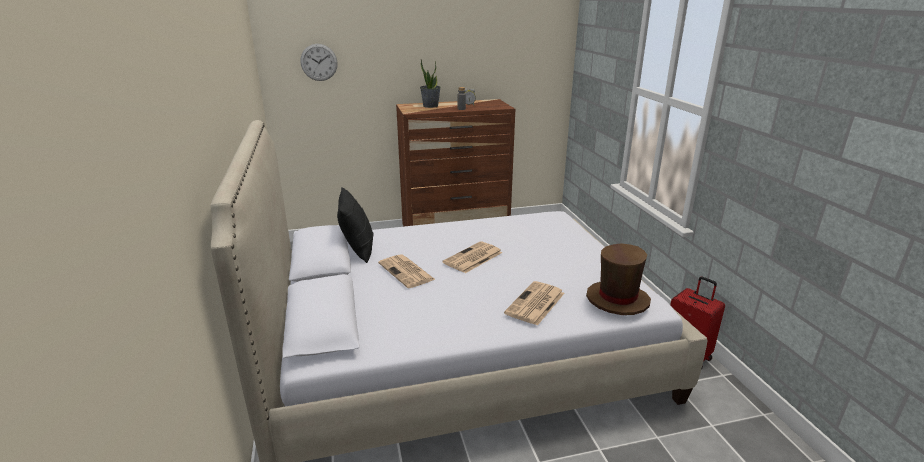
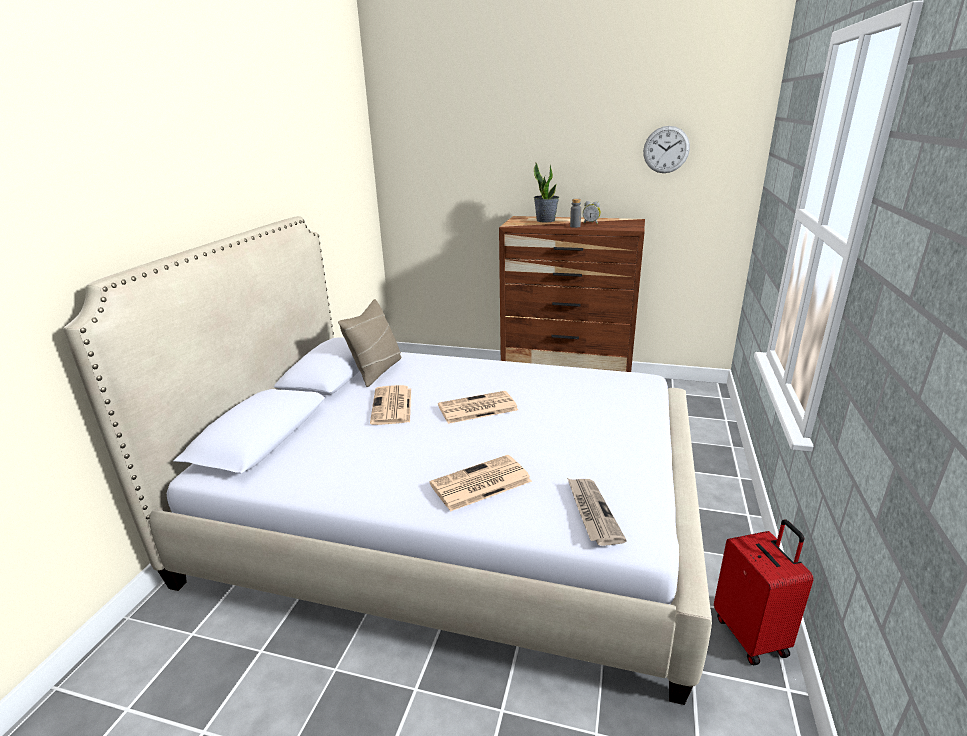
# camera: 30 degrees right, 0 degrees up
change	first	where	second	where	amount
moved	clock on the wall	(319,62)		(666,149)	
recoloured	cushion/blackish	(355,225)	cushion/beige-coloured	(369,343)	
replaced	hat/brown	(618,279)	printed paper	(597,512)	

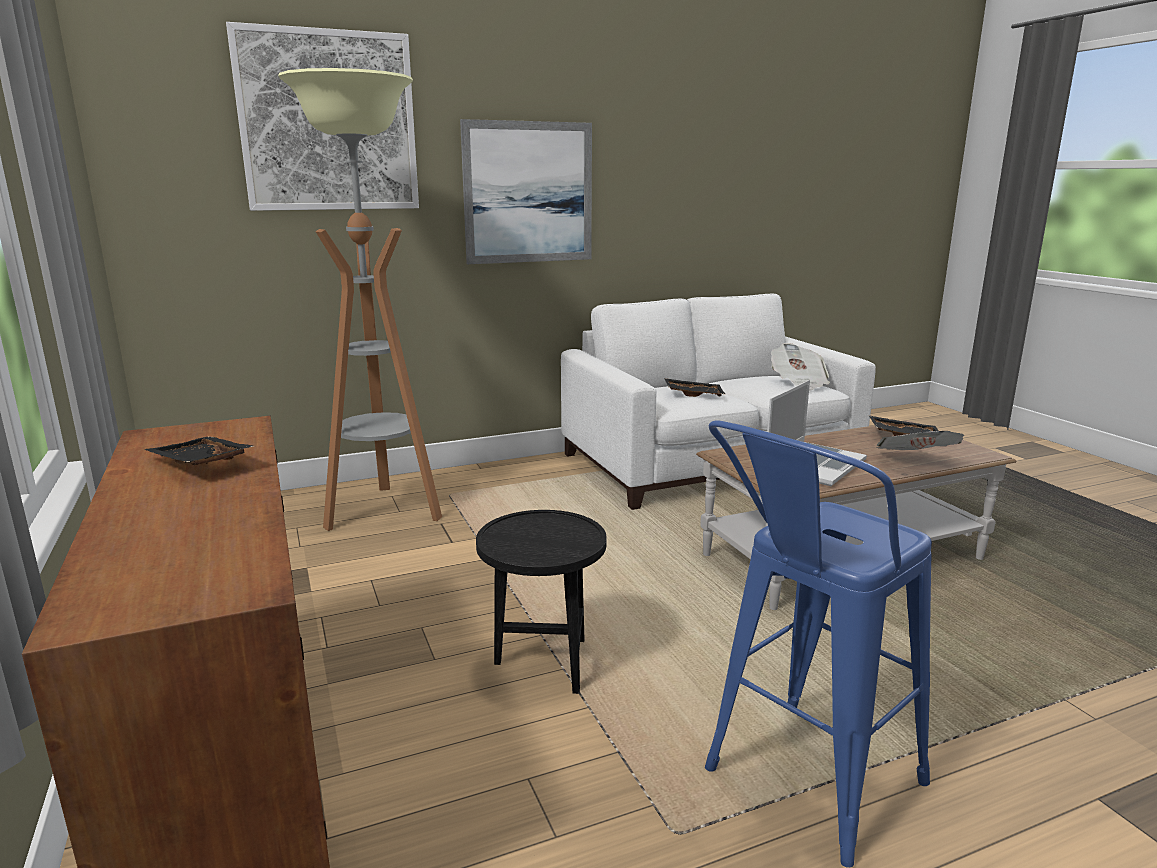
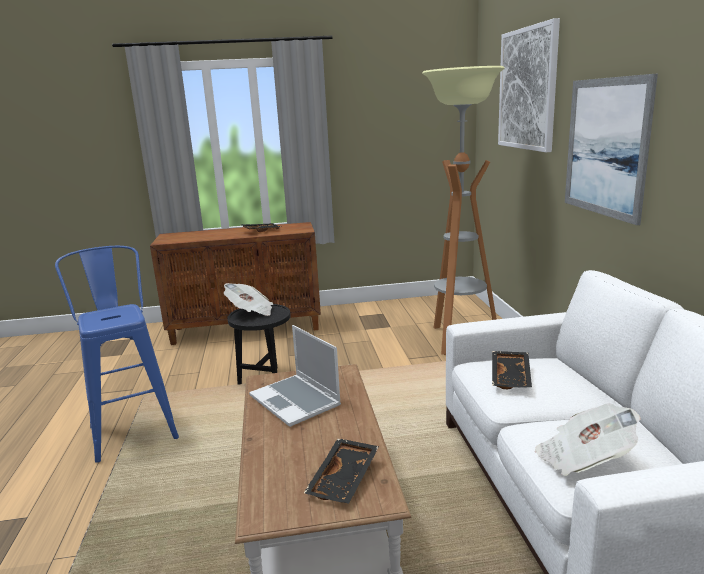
# camera: 105 degrees right, 0 degrees up
change	first	where	second	where	amount
moved	printed paper	(920,440)		(248,299)	

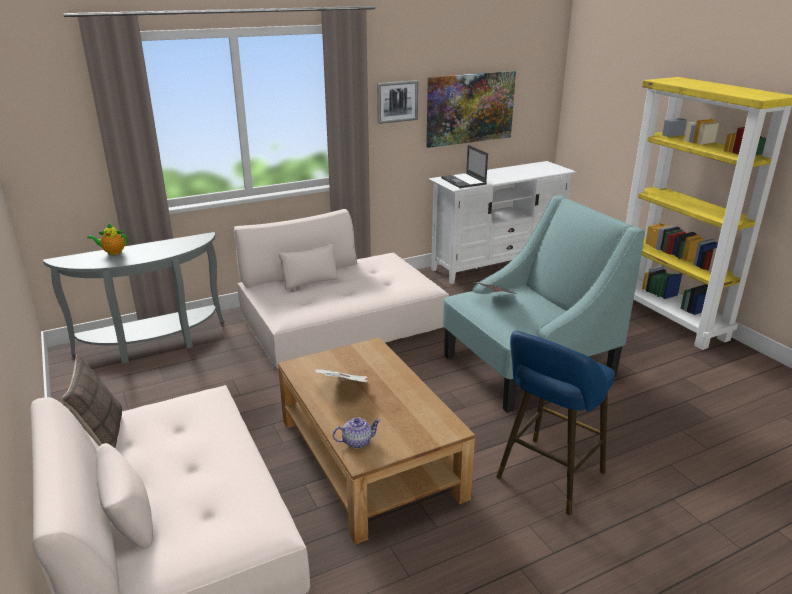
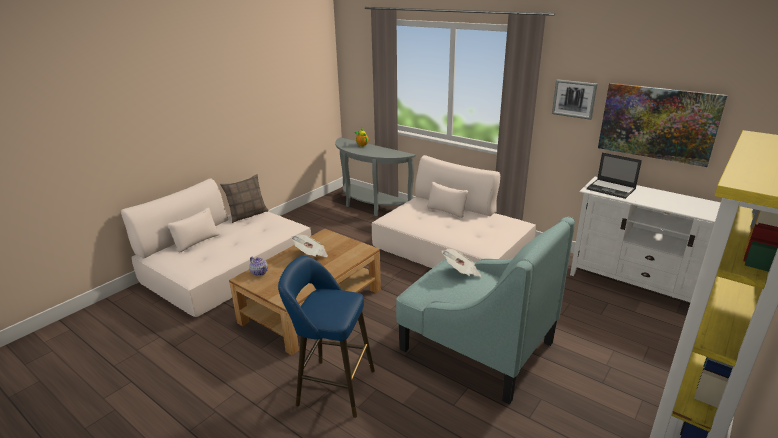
# camera: 65 degrees right, 0 degrees up
change	first	where	second	where	amount
turned	notebook computer	(464,166)		(614,175)	90 degrees counterclockwise

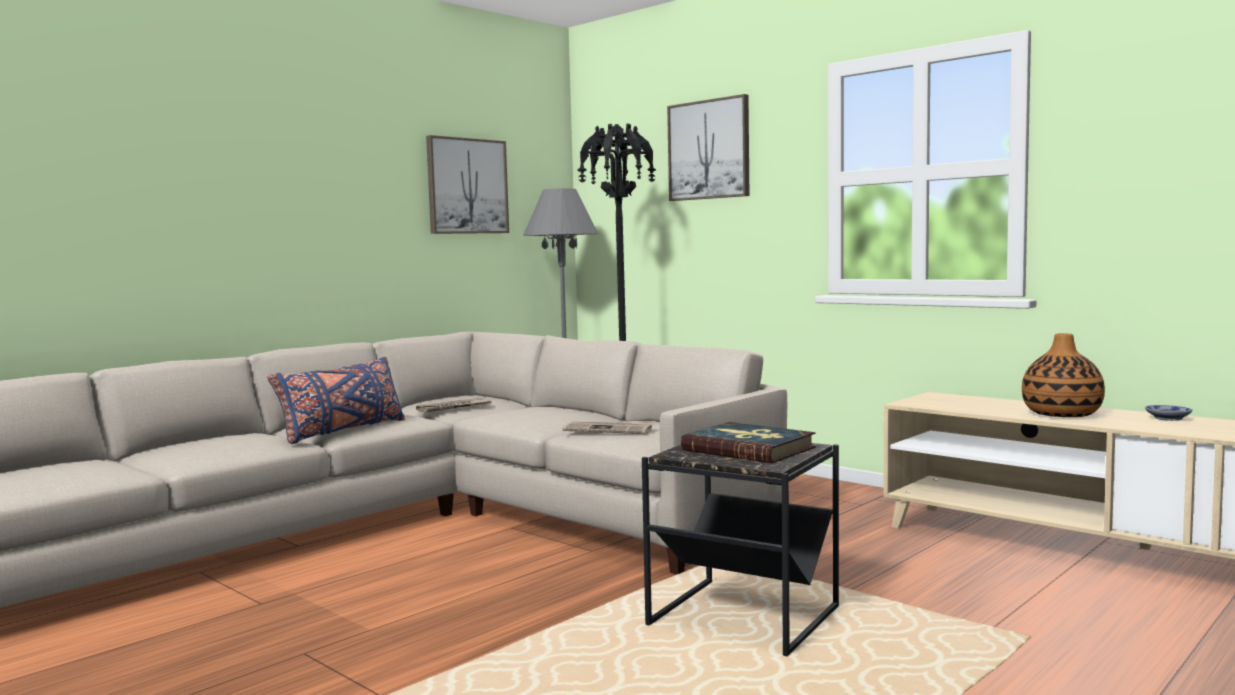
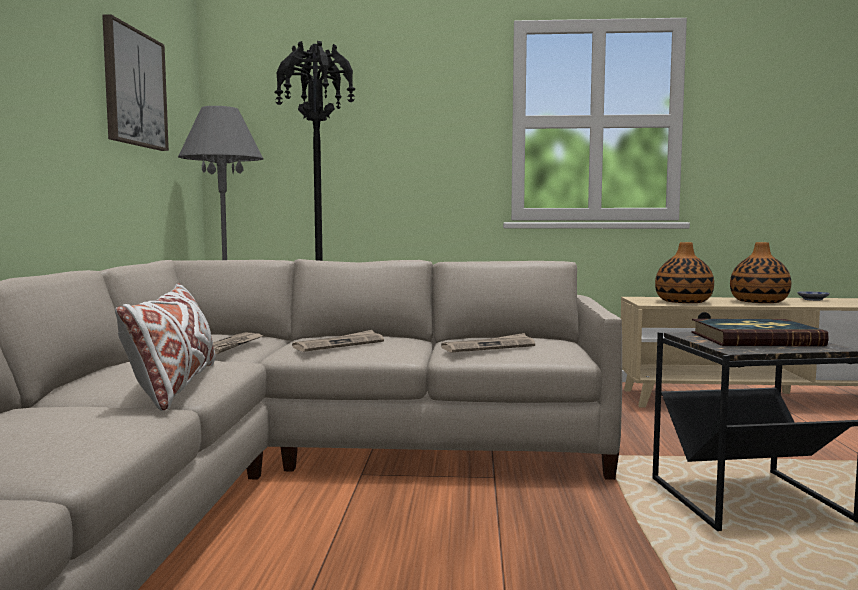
# camera: 40 degrees left, 0 degrees up
change	first	where	second	where	amount
recoloured	cushion/bluish	(336,400)	cushion/white-coloured	(165,347)	
removed	picture	(708,147)			
added			printed paper	(338,341)	
added			vase	(684,272)	

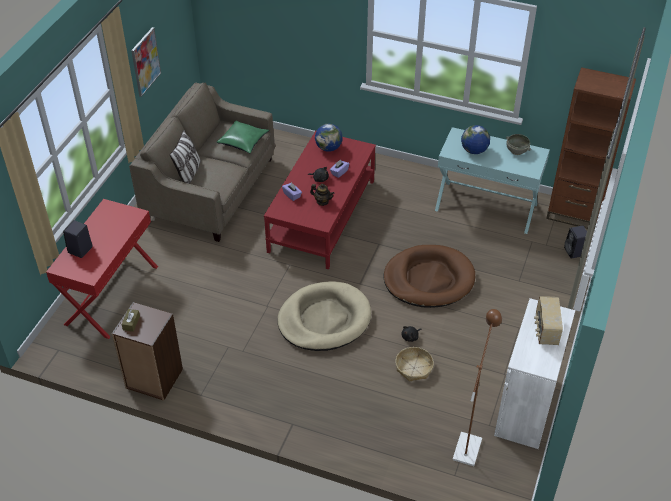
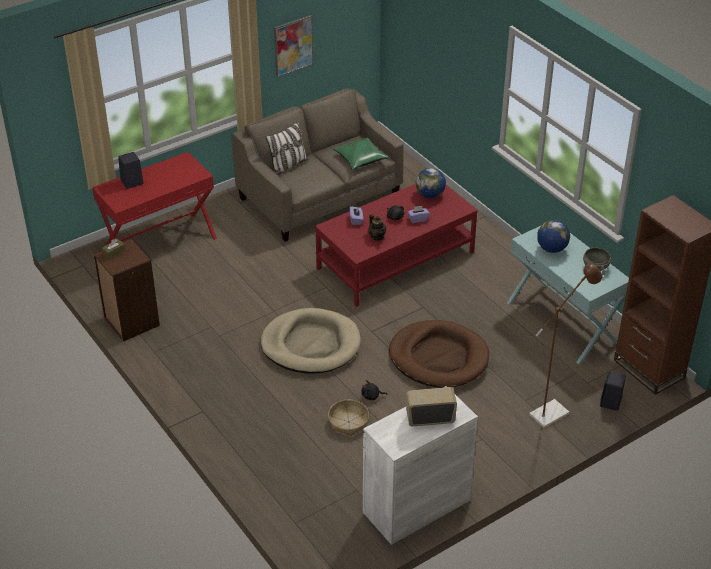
# camera: 35 degrees right, 5 degrees down
change	first	where	second	where	amount
moved	standard lamp/brown	(477,387)		(566,346)	
turned	radio	(548,320)		(431,406)	45 degrees clockwise

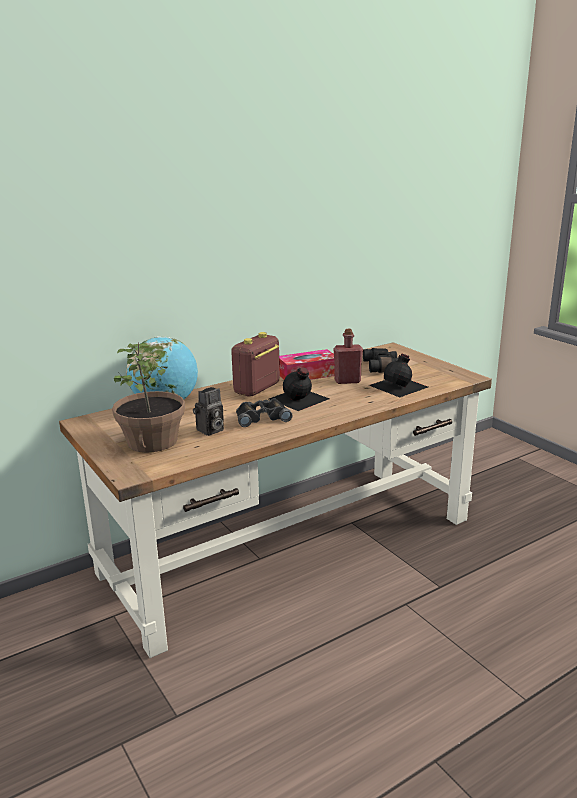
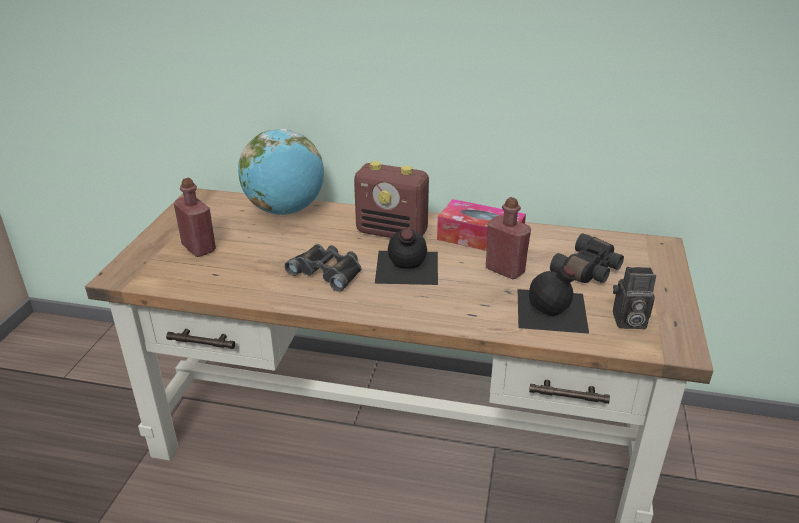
# camera: 45 degrees right, 10 degrees up
change	first	where	second	where	amount
replaced	houseplant	(148,397)	bottle/red-coloured	(195,217)	
moved	photo camera	(208,411)		(634,298)	
turned	radio	(255,364)		(391,199)	150 degrees counterclockwise

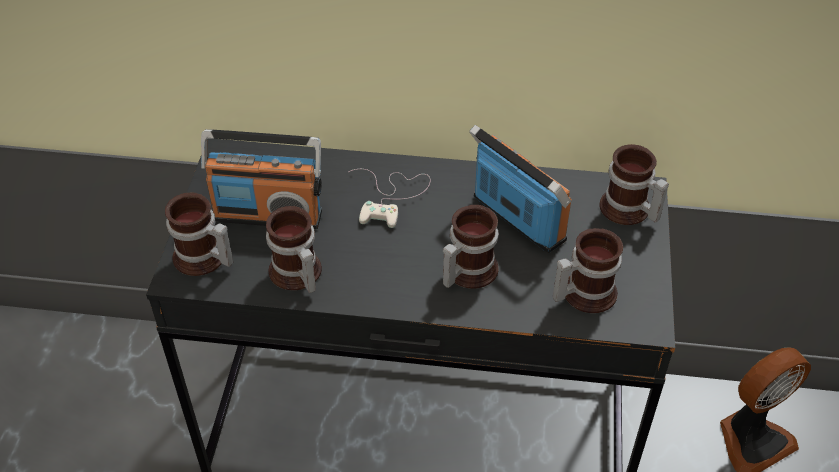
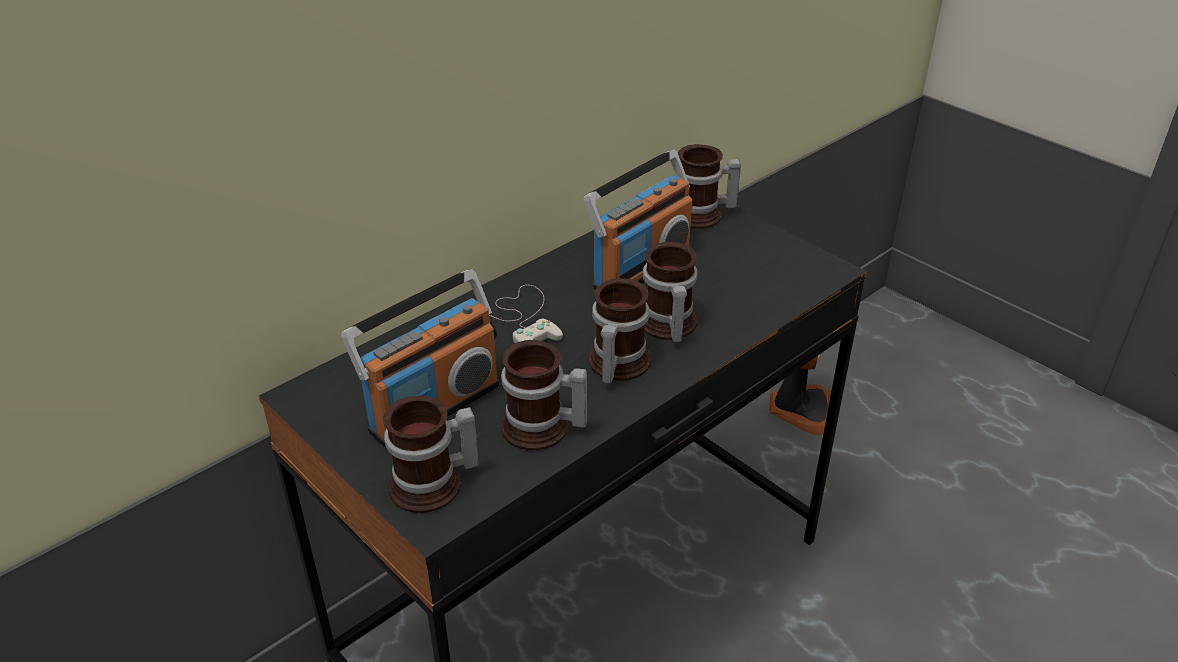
# camera: 50 degrees left, 10 degrees down
change	first	where	second	where	amount
turned	radio	(520,189)		(638,219)	135 degrees clockwise
moved	tea mug	(588,270)		(619,331)	

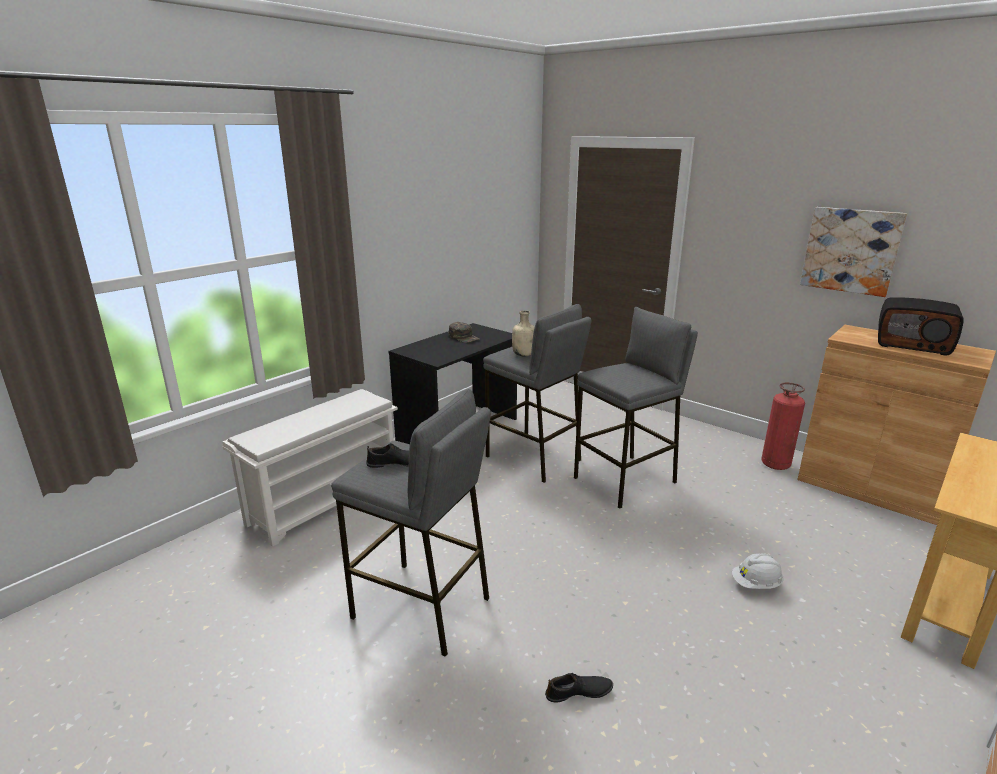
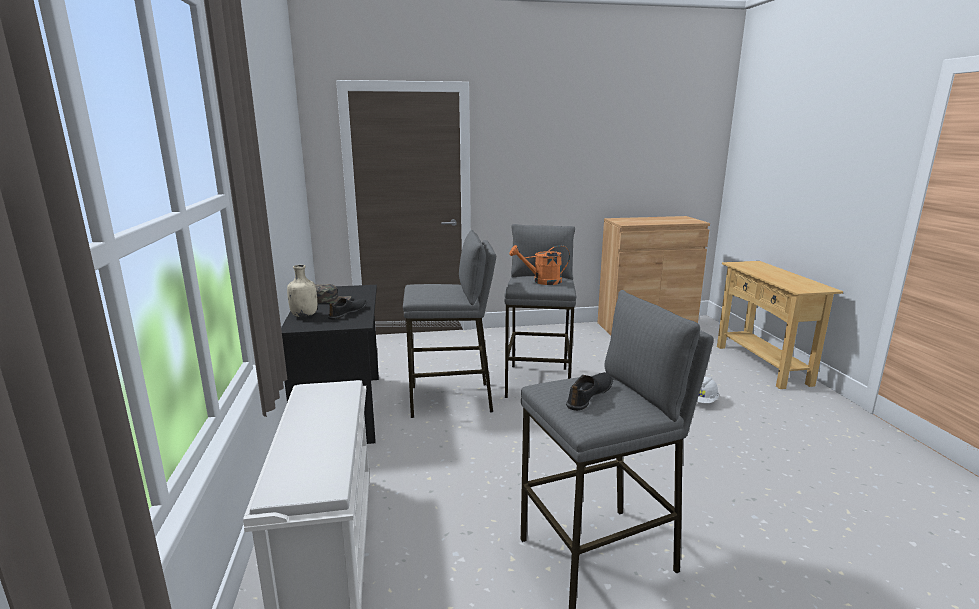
# camera: 50 degrees left, 5 degrees down
change	first	where	second	where	amount
moved	bottle/beige-coloured	(523,333)		(302,291)	
moved	item of footwear/blackish	(579,687)		(347,309)	
removed	extinguisher	(783,426)			
removed	picture	(853,252)			
removed	radio	(921,326)			
added			sprinkling can/orange-coloured	(540,265)	

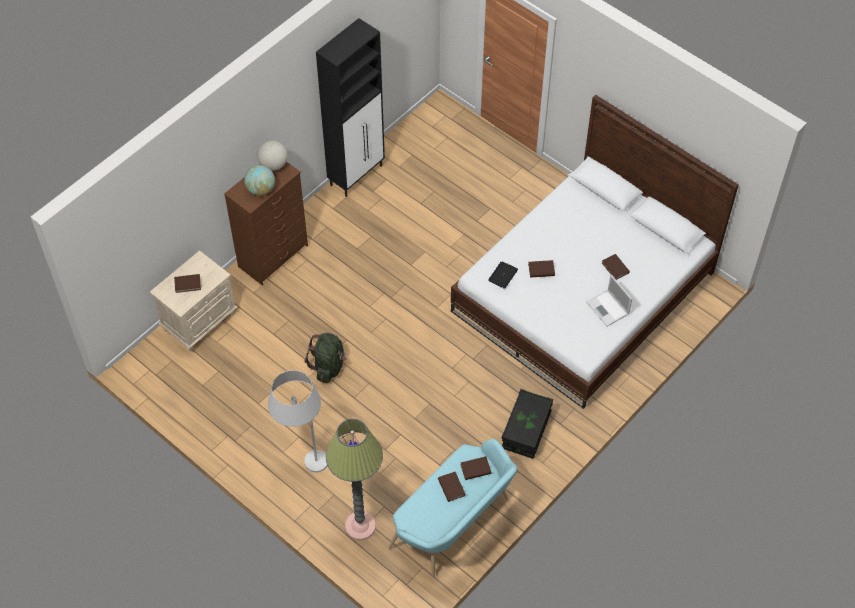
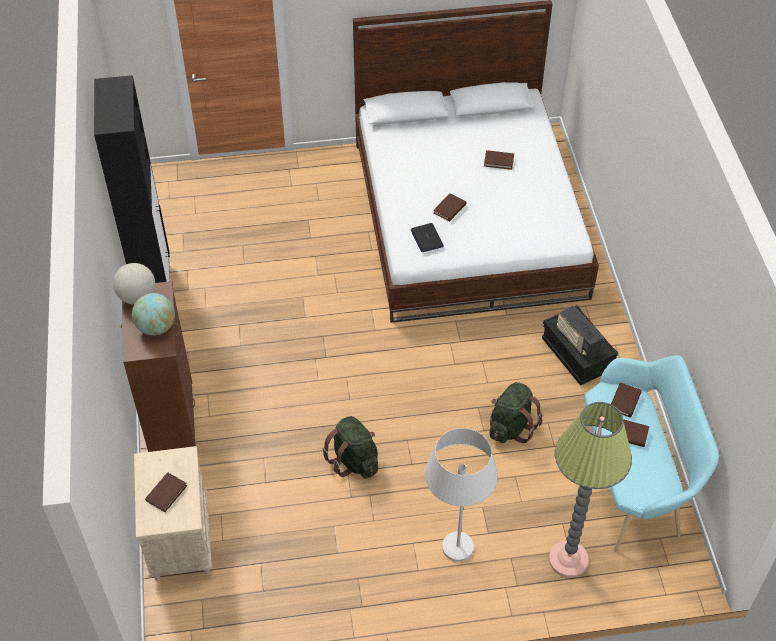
# camera: 50 degrees left, 5 degrees down
change	first	where	second	where	amount
removed	notebook computer	(609,300)			
added			backpack/greenish	(516,412)	
added			radio	(580,332)	

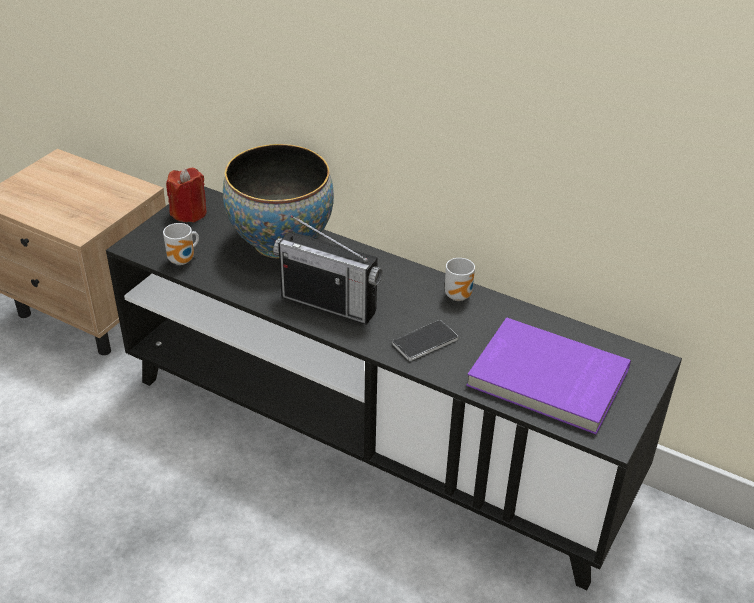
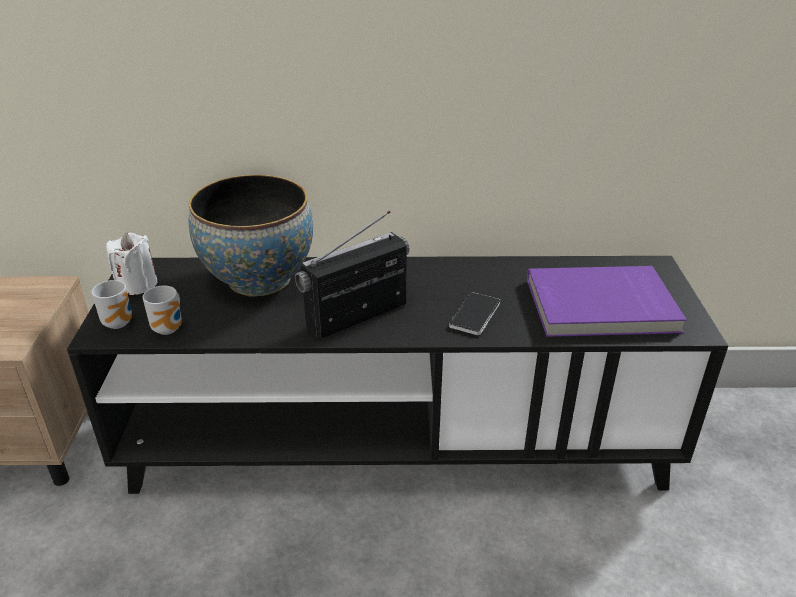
# camera: 30 degrees left, 5 degrees down
change	first	where	second	where	amount
recoloured	wax light/red-coloured	(186,195)	wax light/white-coloured	(132,264)	
turned	radio	(327,270)		(352,274)	150 degrees clockwise
moved	tea mug	(460,279)		(111,304)	

